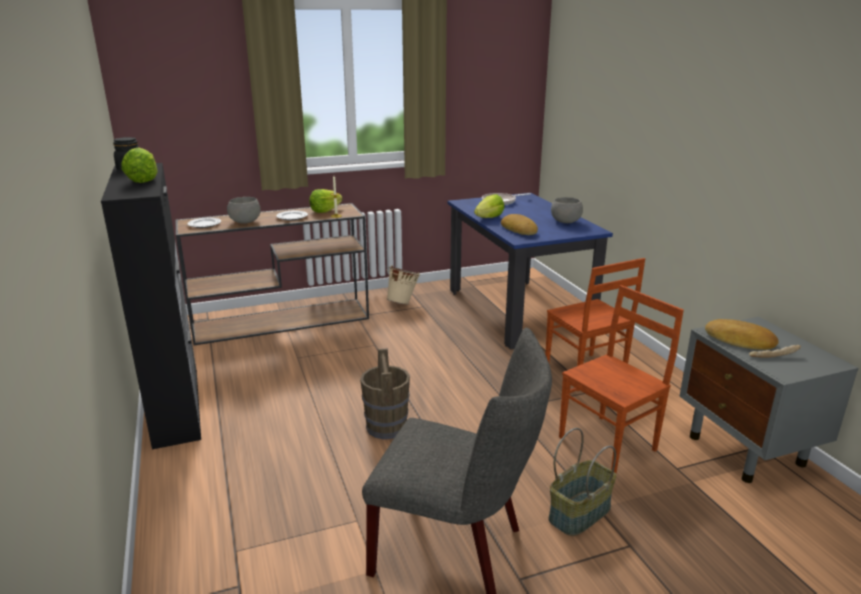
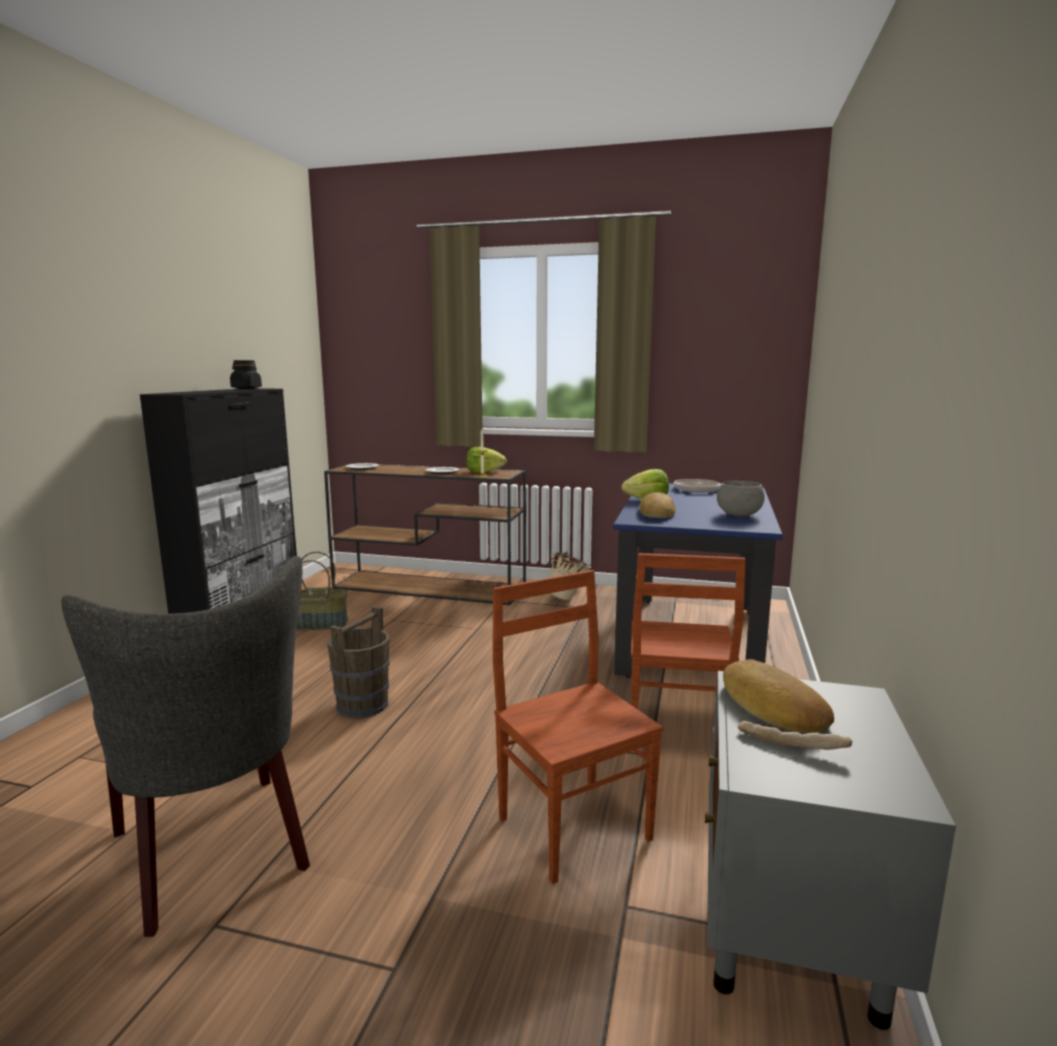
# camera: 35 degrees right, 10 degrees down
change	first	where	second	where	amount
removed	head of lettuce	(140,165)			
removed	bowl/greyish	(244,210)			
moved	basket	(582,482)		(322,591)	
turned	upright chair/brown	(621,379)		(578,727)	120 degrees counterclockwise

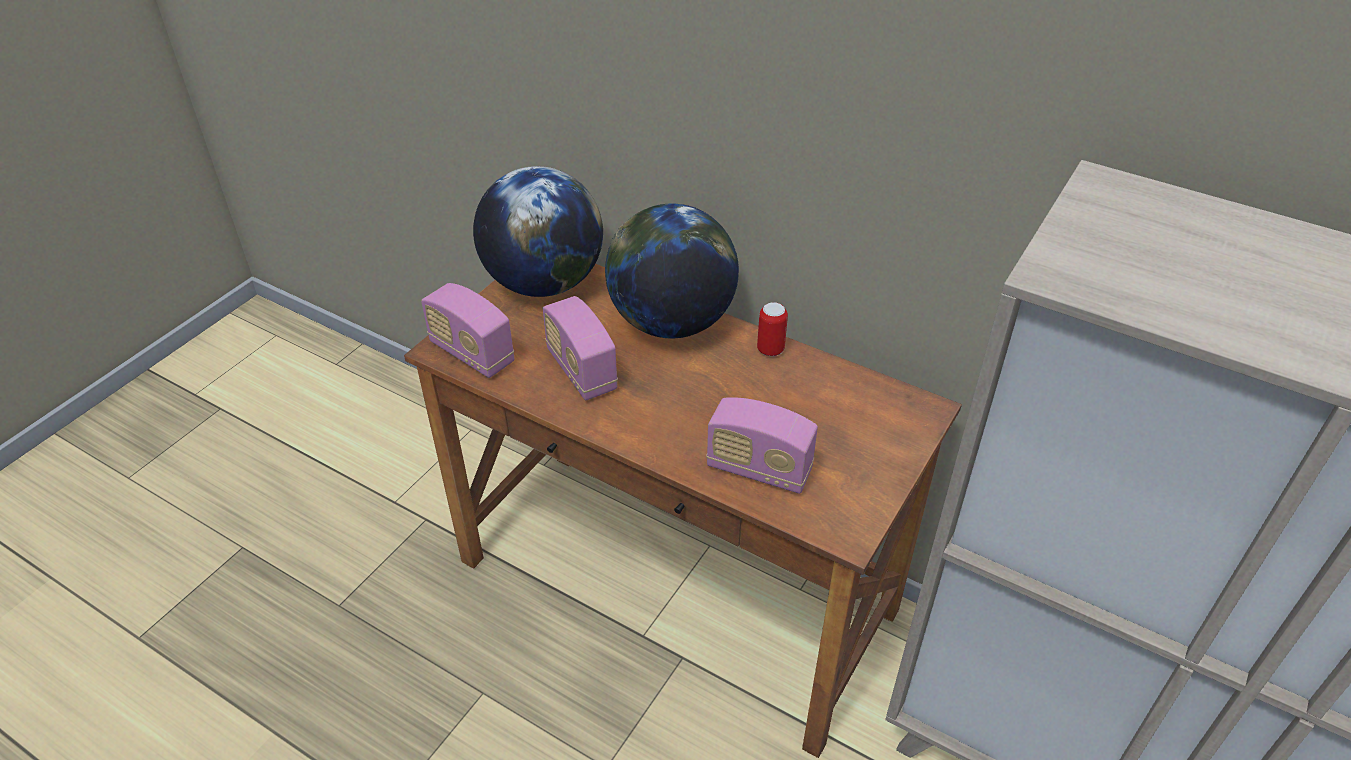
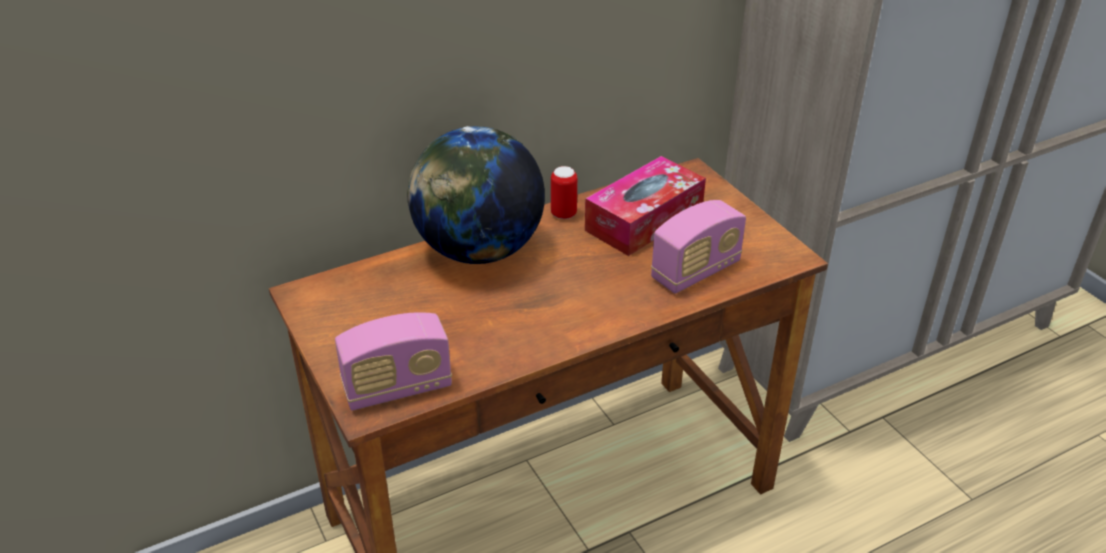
# camera: 60 degrees left, 5 degrees down
change	first	where	second	where	amount
removed	desk globe	(538,231)			
removed	radio	(580,348)			
added			tissue holder	(645,206)	

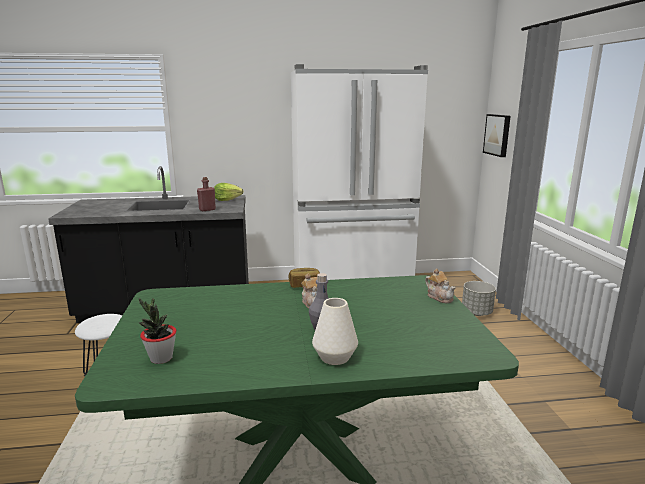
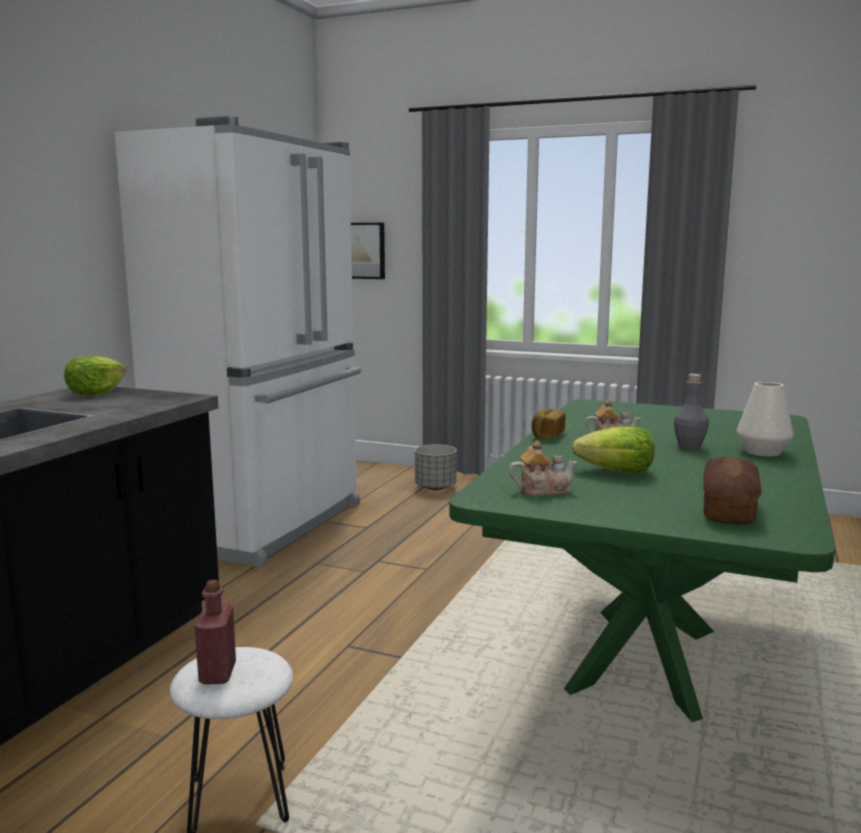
# camera: 60 degrees left, 5 degrees down
change	first	where	second	where	amount
replaced	houseplant	(157,331)	baked bread	(732,491)	
moved	bottle/red-coloured	(206,194)		(215,632)	
moved	pot for tea	(440,285)		(543,468)	
added			head of lettuce	(613,450)	

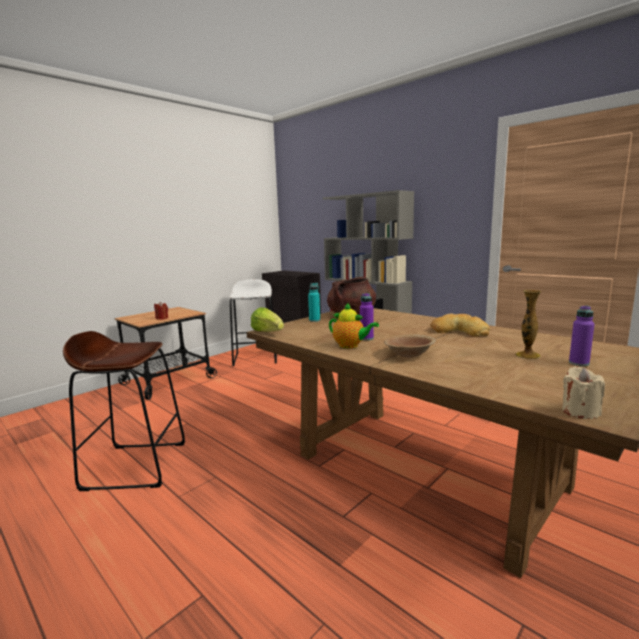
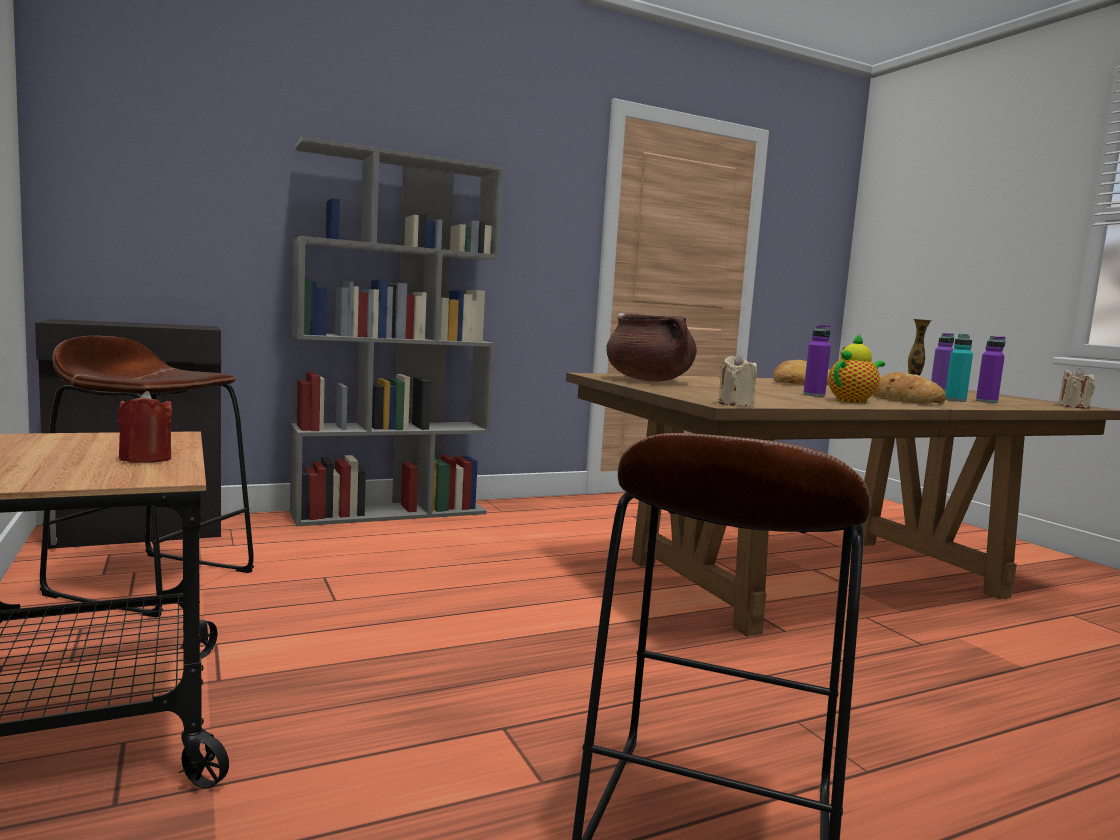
# camera: 70 degrees left, 5 degrees down
change	first	where	second	where	amount
recoloured	sitting stool/white-coloured	(253,322)	sitting stool/brown	(147,477)	
replaced	head of lettuce	(267,319)	wax light/beige-coloured	(737,380)	
moved	bottle/turquoise-coloured	(314,302)		(959,368)	
replaced	bowl/brown	(410,346)	baked bread	(909,387)	
added			bottle/purple-coloured	(991,369)	

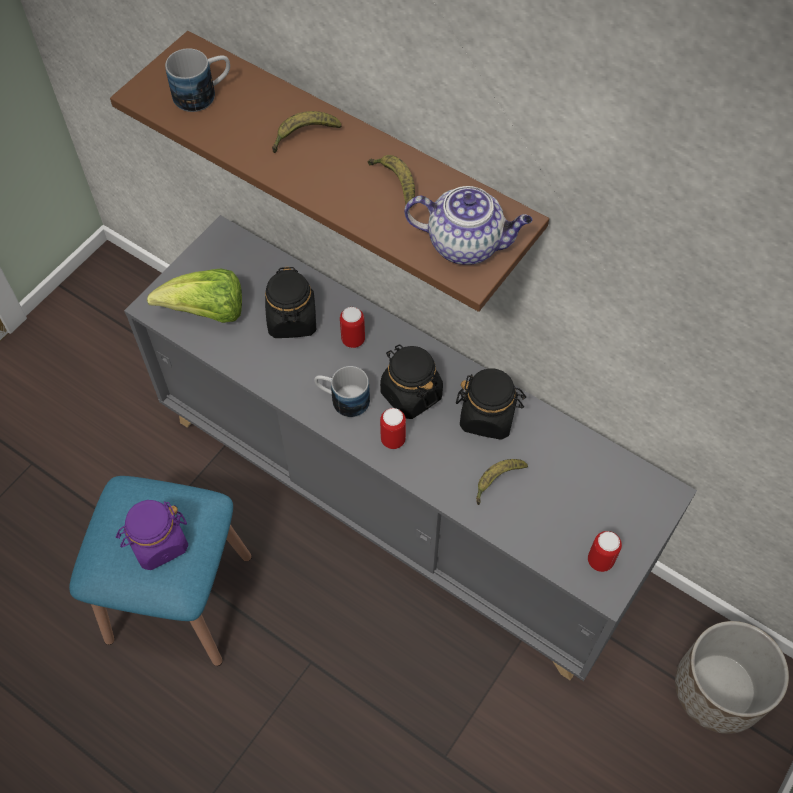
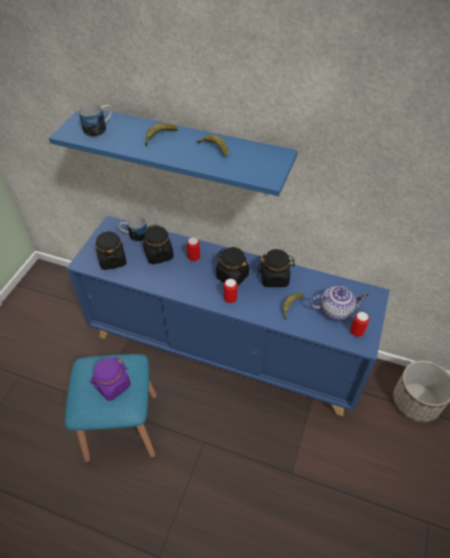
# camera: 15 degrees left, 10 degrees down
change	first	where	second	where	amount
recoloured	bracket shelf/brown	(329,171)	bracket shelf/bluish	(173,152)	
recoloured	cabinet/greyish	(410,448)	cabinet/bluish	(228,316)	
replaced	head of lettuce	(194,295)	preserve jar/blackish	(111,250)	
moved	tea mug	(342,391)		(133,228)	
moved	pot for tea	(468,225)		(339,303)	

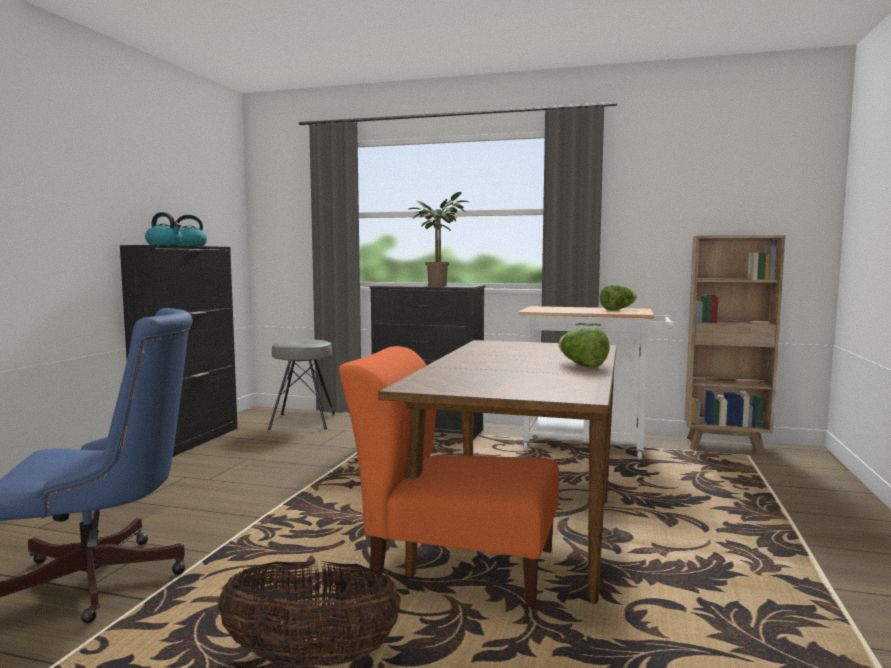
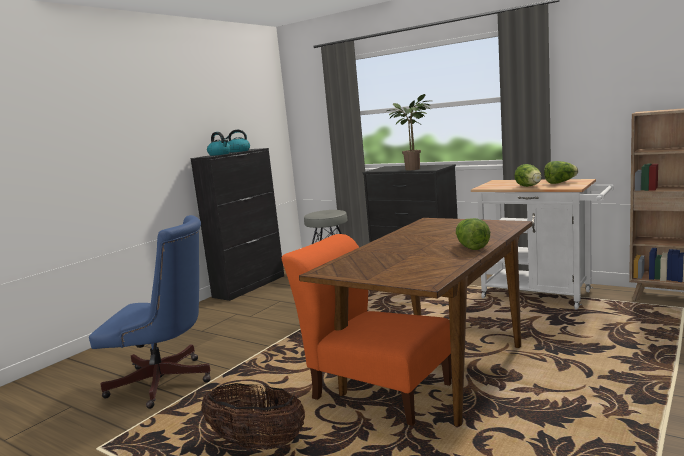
# camera: 20 degrees right, 5 degrees up
change	first	where	second	where	amount
added			head of lettuce	(528,175)	

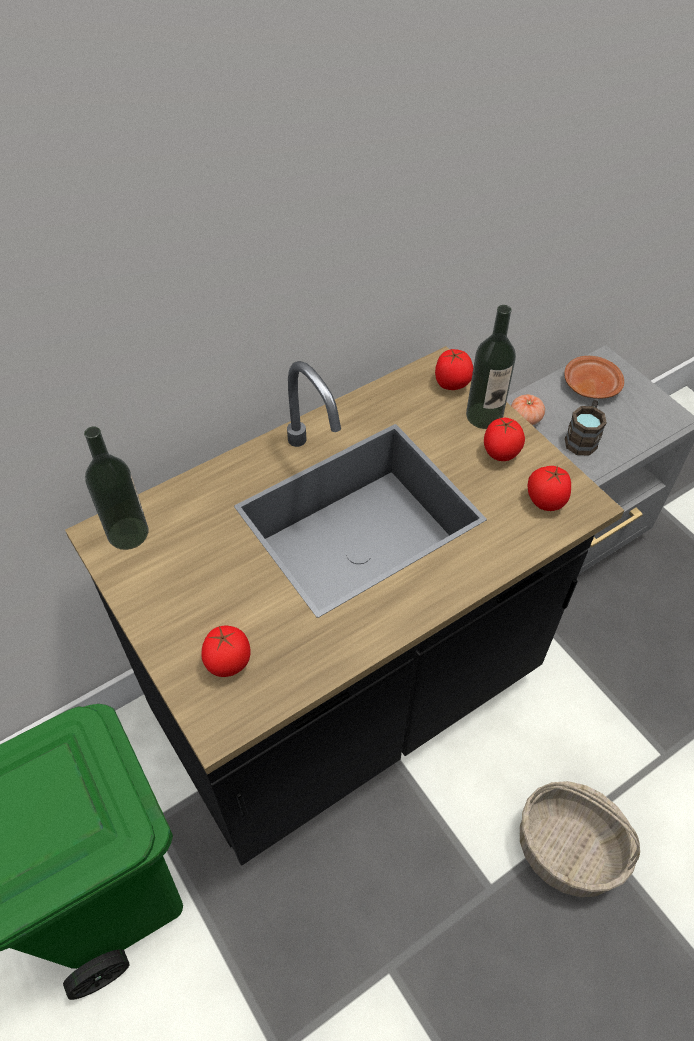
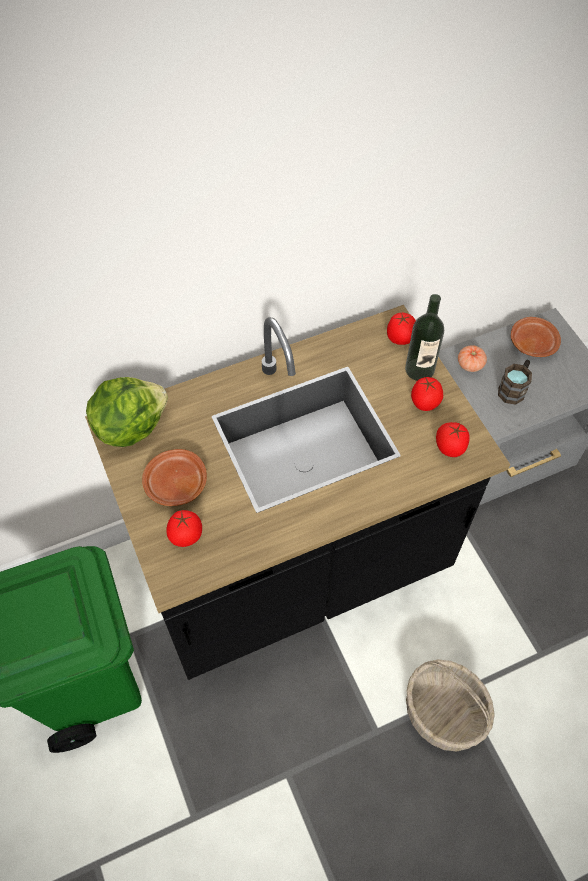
# camera: 10 degrees right, 5 degrees up
change	first	where	second	where	amount
replaced	bottle	(116,488)	head of lettuce	(127,412)	
added			plate/brown	(174,477)	

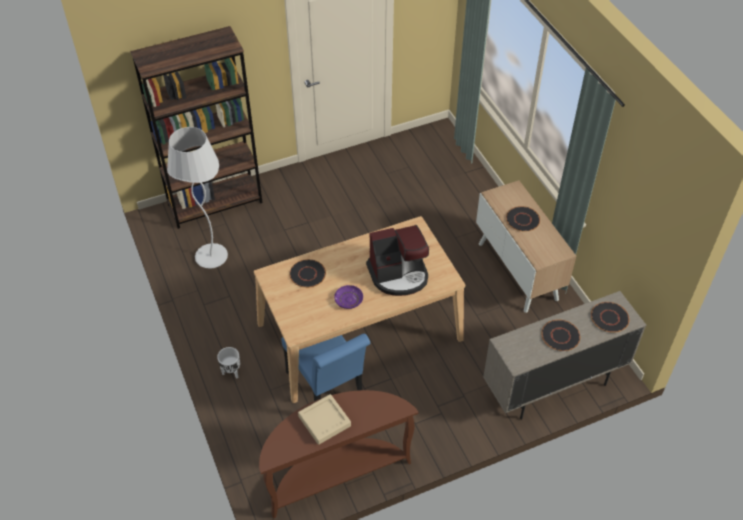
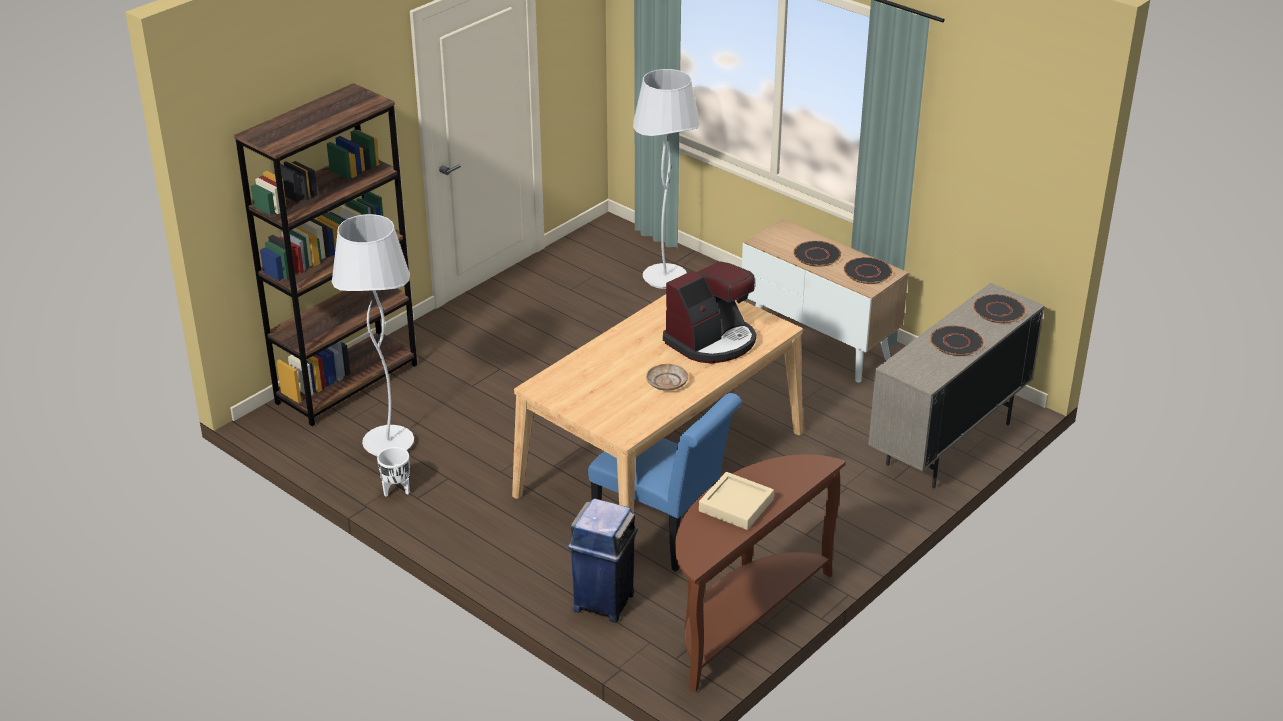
# camera: 25 degrees left, 15 degrees down
change	first	where	second	where	amount
moved	plant pot/white-coloured	(228,362)		(393,472)	
moved	plate/blackish	(307,273)		(868,270)	
recoloured	plate/purple-coloured	(348,297)	plate/beige-coloured	(667,377)	
added			waste bin/bluish	(603,560)	
added			standard lamp/white-coloured	(666,179)	

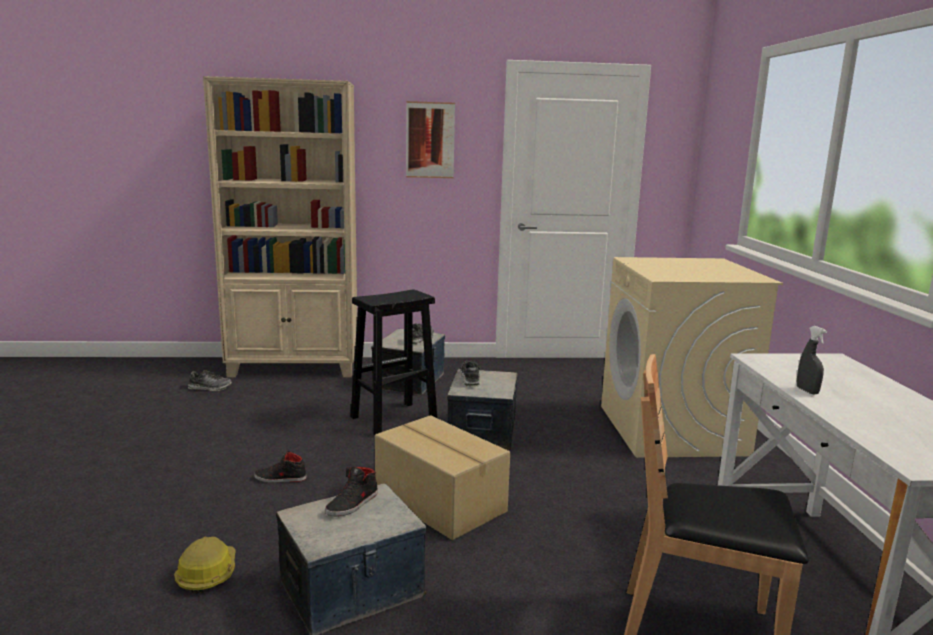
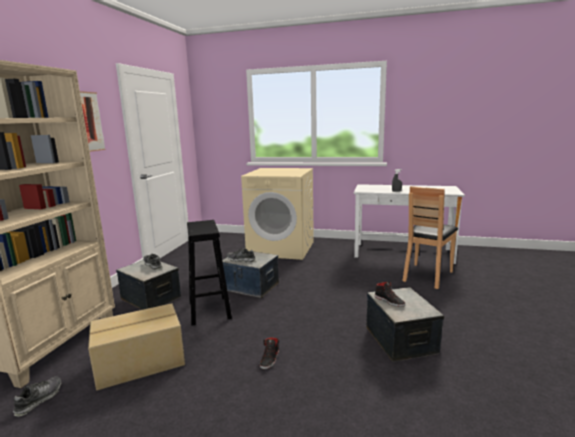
# camera: 70 degrees left, 0 degrees up
change	first	where	second	where	amount
removed	hard hat	(205,565)			
moved	packing box	(442,477)		(136,346)	

